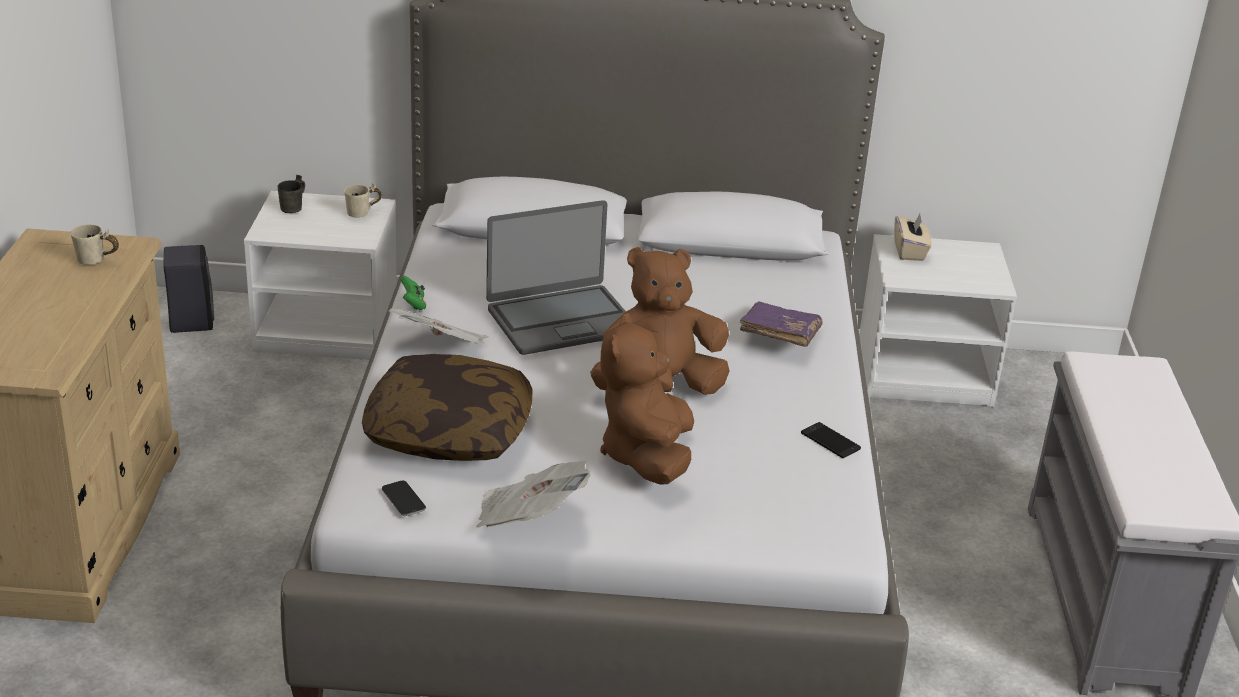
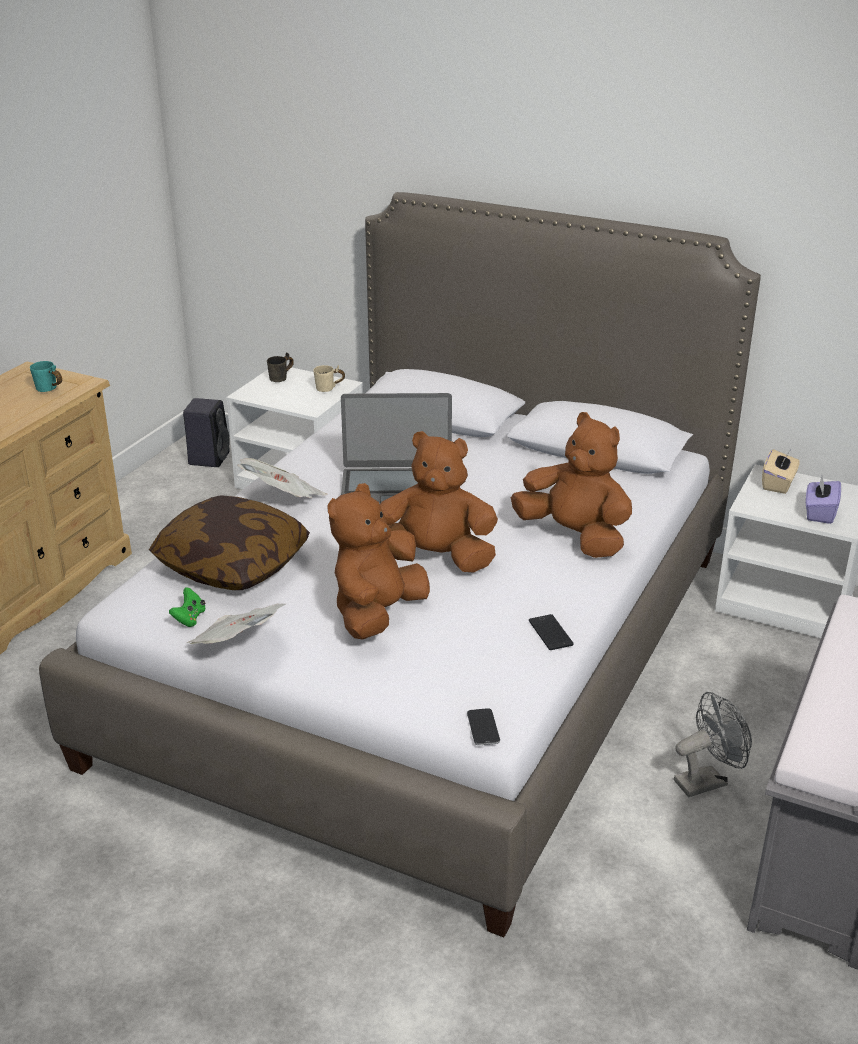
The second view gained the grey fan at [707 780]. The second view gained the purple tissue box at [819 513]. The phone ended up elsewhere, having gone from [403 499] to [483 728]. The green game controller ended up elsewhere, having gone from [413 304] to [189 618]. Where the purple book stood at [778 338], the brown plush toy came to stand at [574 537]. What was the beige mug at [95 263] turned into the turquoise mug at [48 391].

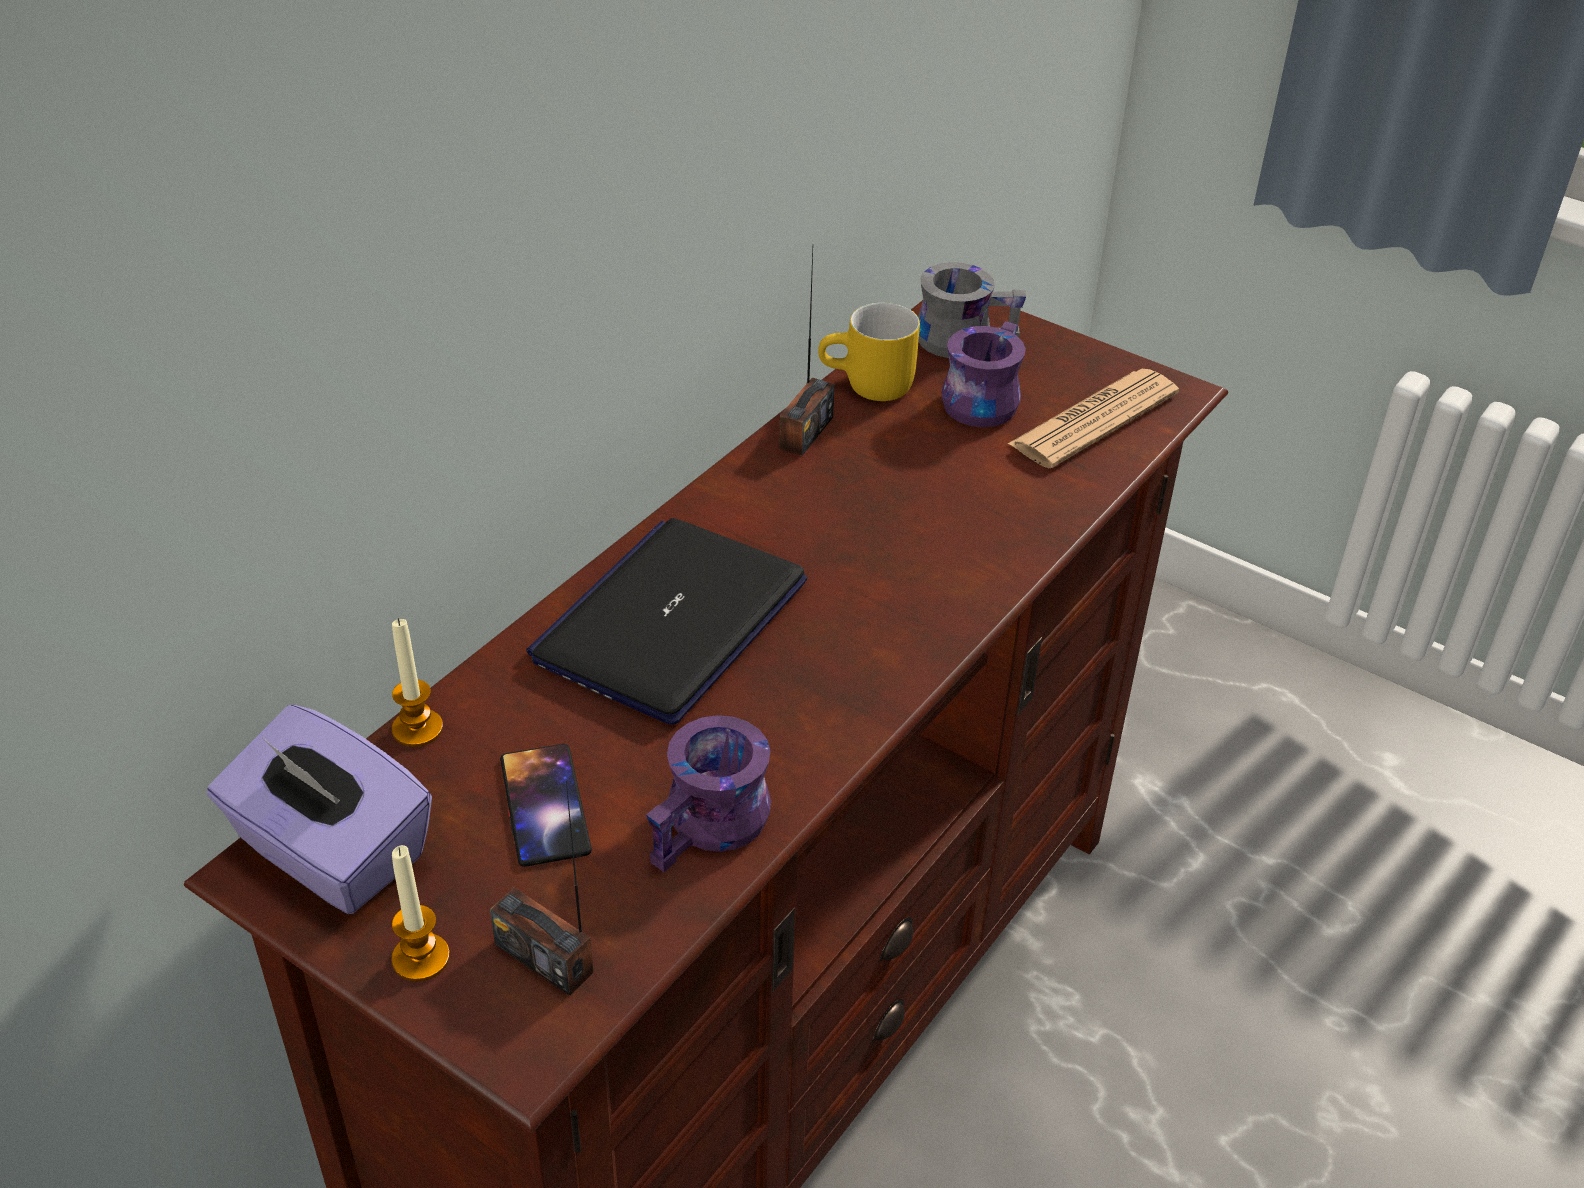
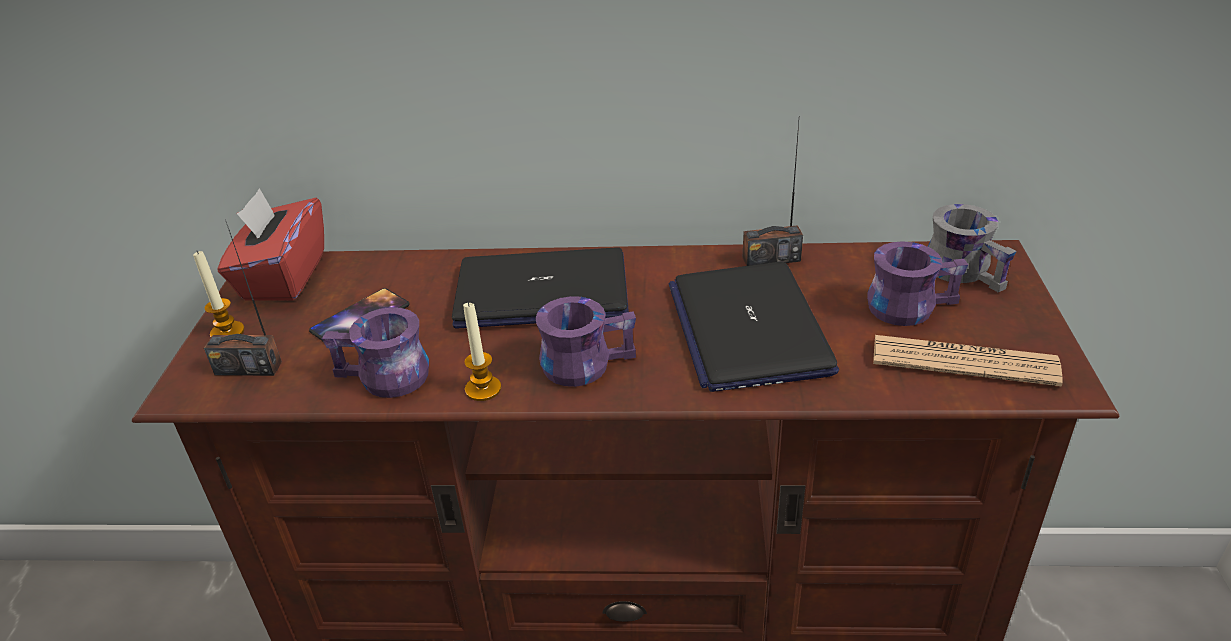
The second view lost the yellow mug at [868 387]. The second view gained the purple mug at [585 361]. The second view gained the laptop at [748 327]. The candle ended up elsewhere, having gone from [417 729] to [483 389]. What was the purple tissue box at [330 853] turned into the red tissue box at [283 276]. The radio at [544 957] ended up facing another way, 90 degrees counterclockwise from before.

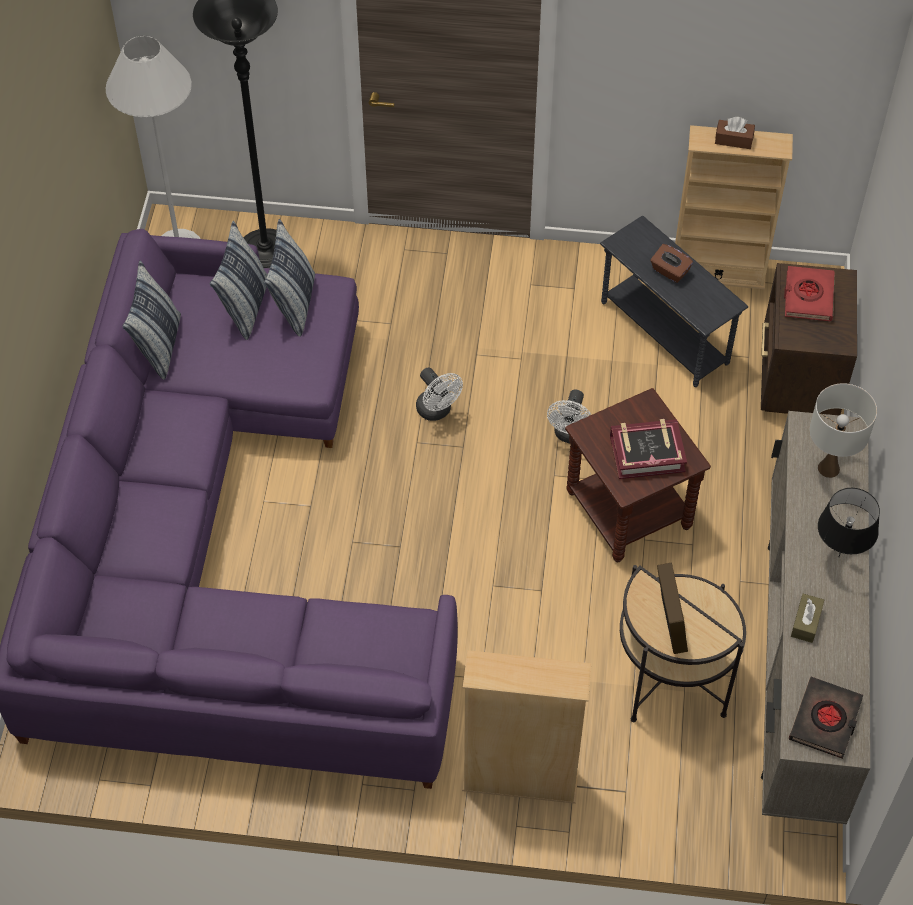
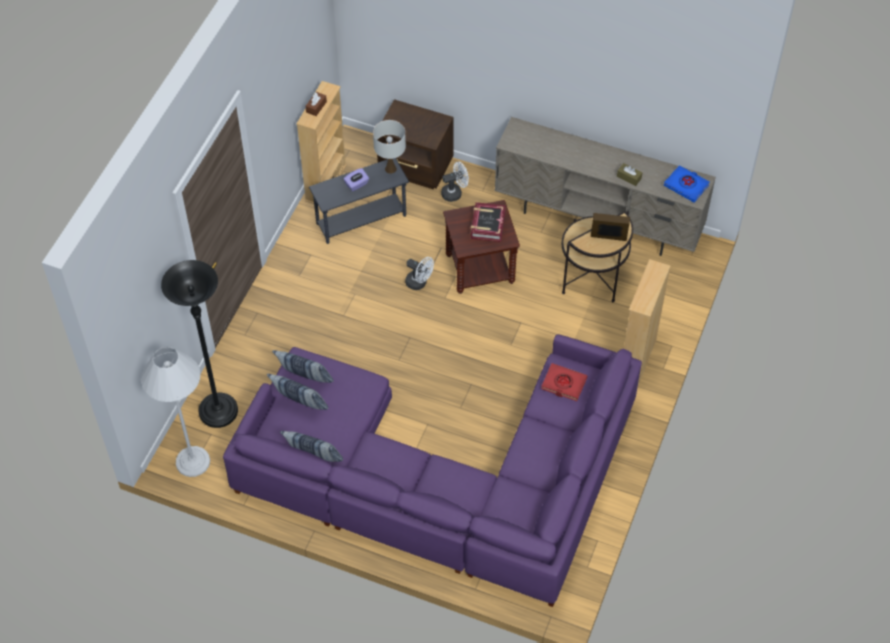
The second view lost the black table lamp at [838 556]. The white fan ended up elsewhere, having gone from [437 411] to [454 193]. The red book ended up elsewhere, having gone from [808 297] to [563 384]. The white table lamp ended up elsewhere, having gone from [829 468] to [390 168]. What was the brown tissue box at [669 271] turned into the purple tissue box at [357 184]. What was the black book at [825 720] turned into the blue book at [686 186].

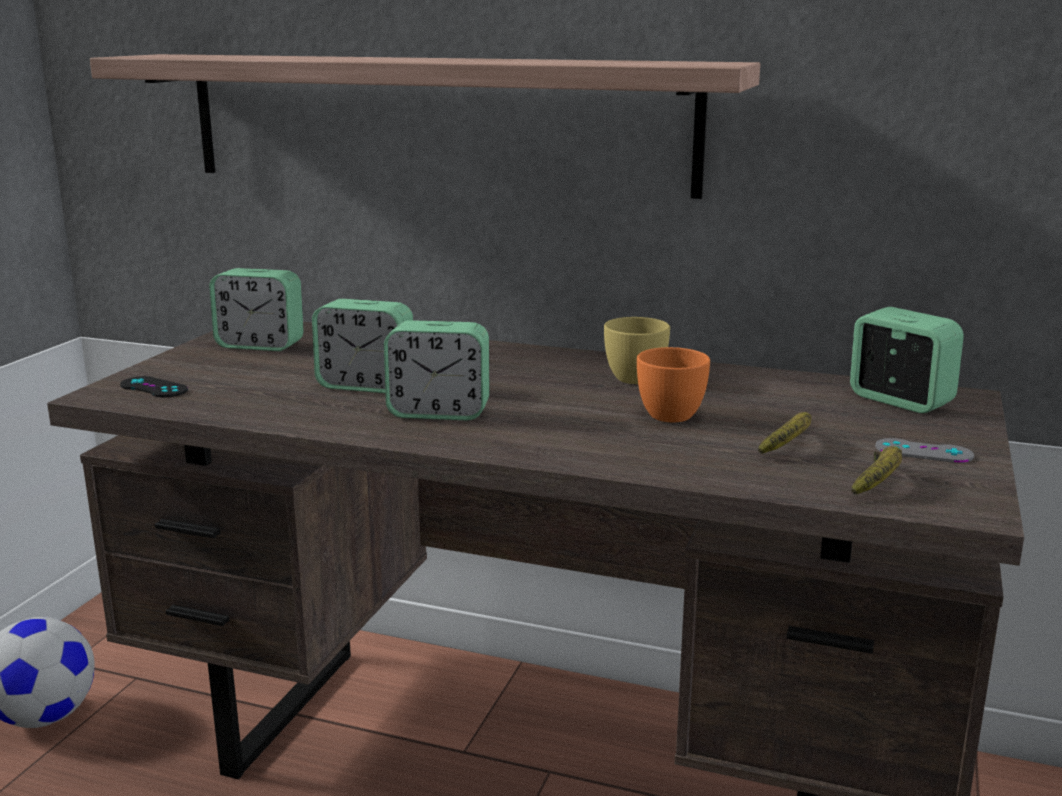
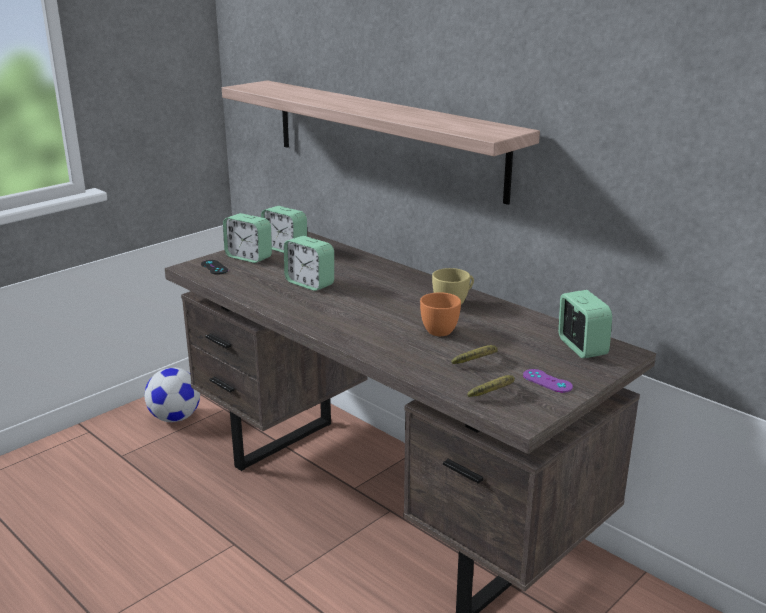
The alarm clock ended up elsewhere, having gone from [439 412] to [249 257]. What was the grey game controller at [923 451] turned into the purple game controller at [547 381].

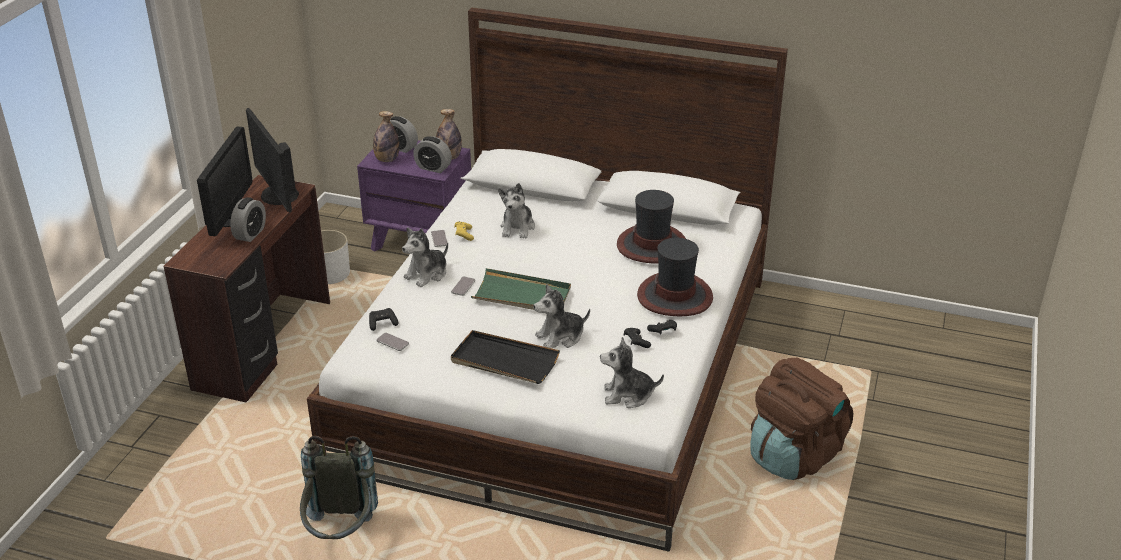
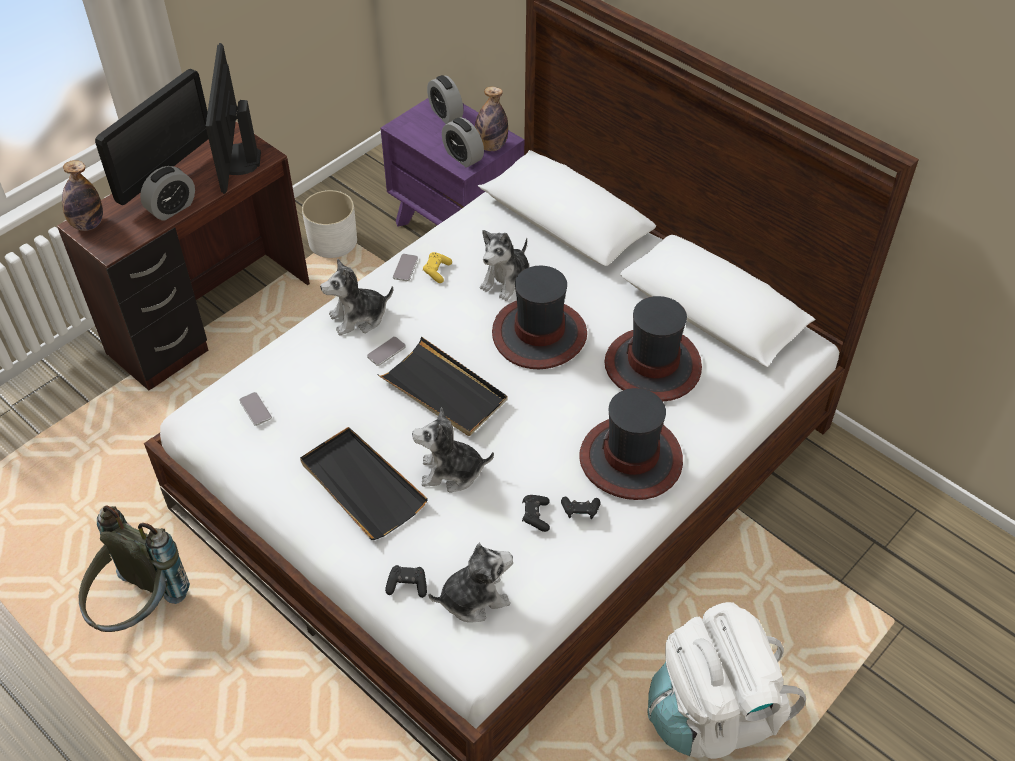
The second view gained the hat at [539 335]. The black game controller ended up elsewhere, having gone from [382 323] to [407 585]. The bottle ended up elsewhere, having gone from [387 160] to [88 224]. What was the green tray at [522 295] turned into the black tray at [444 391]. What was the brown backpack at [794 455] turned into the white backpack at [713 714]. The plush toy at [628 395] ended up facing another way, 135 degrees clockwise from before.

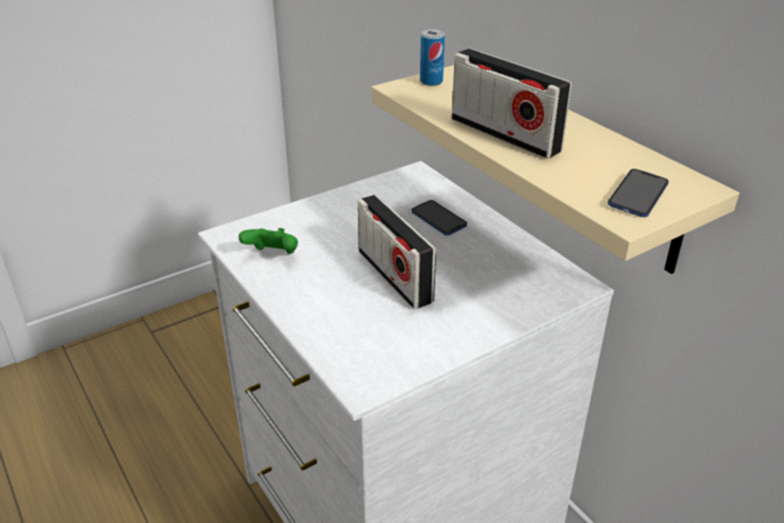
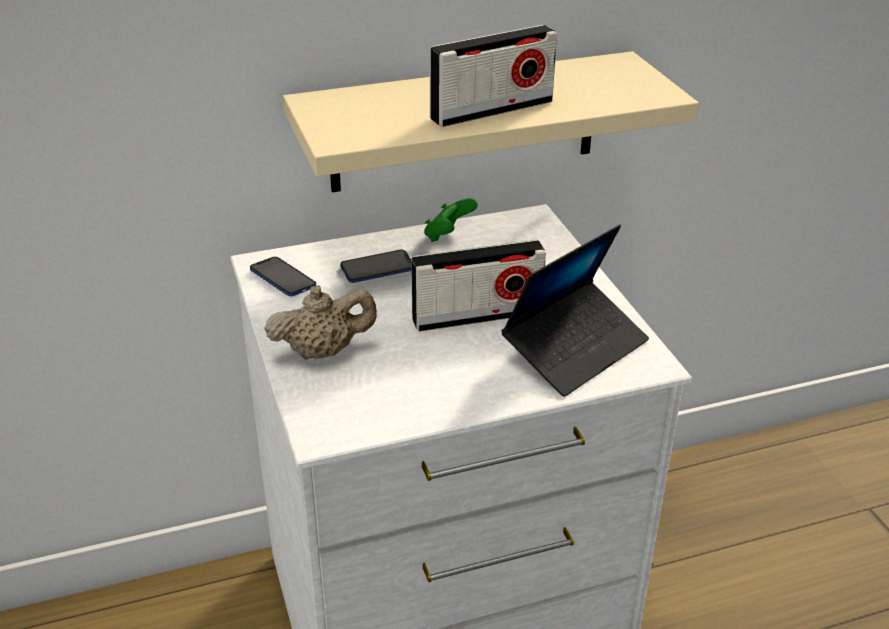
The second view lost the can at [431 81]. The second view gained the beige teapot at [323 351]. The second view gained the laptop at [575 348]. The green game controller ended up elsewhere, having gone from [273 256] to [448 236]. The phone ended up elsewhere, having gone from [638 195] to [283 278].

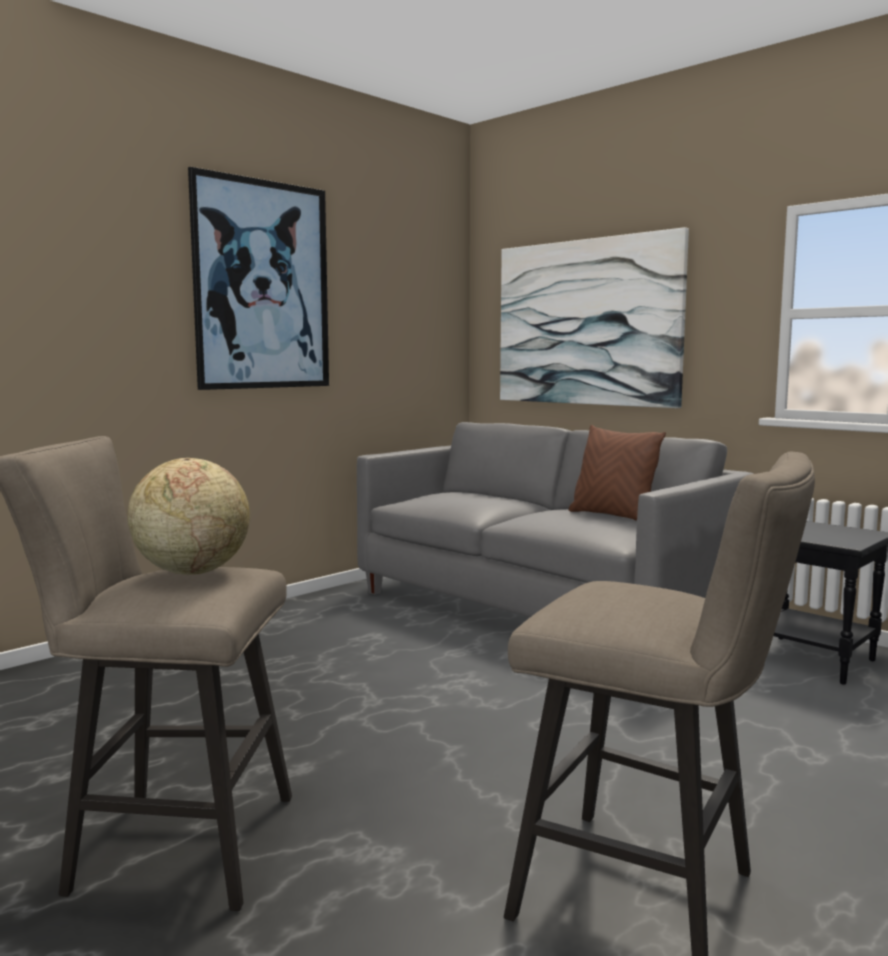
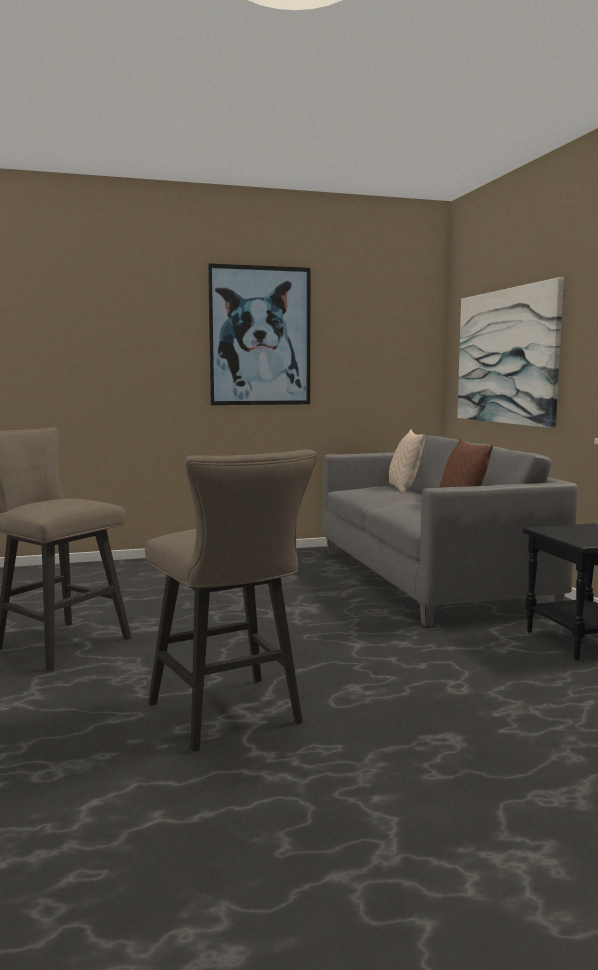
The second view lost the globe at [191 572]. The second view gained the beige pillow at [404 489].

